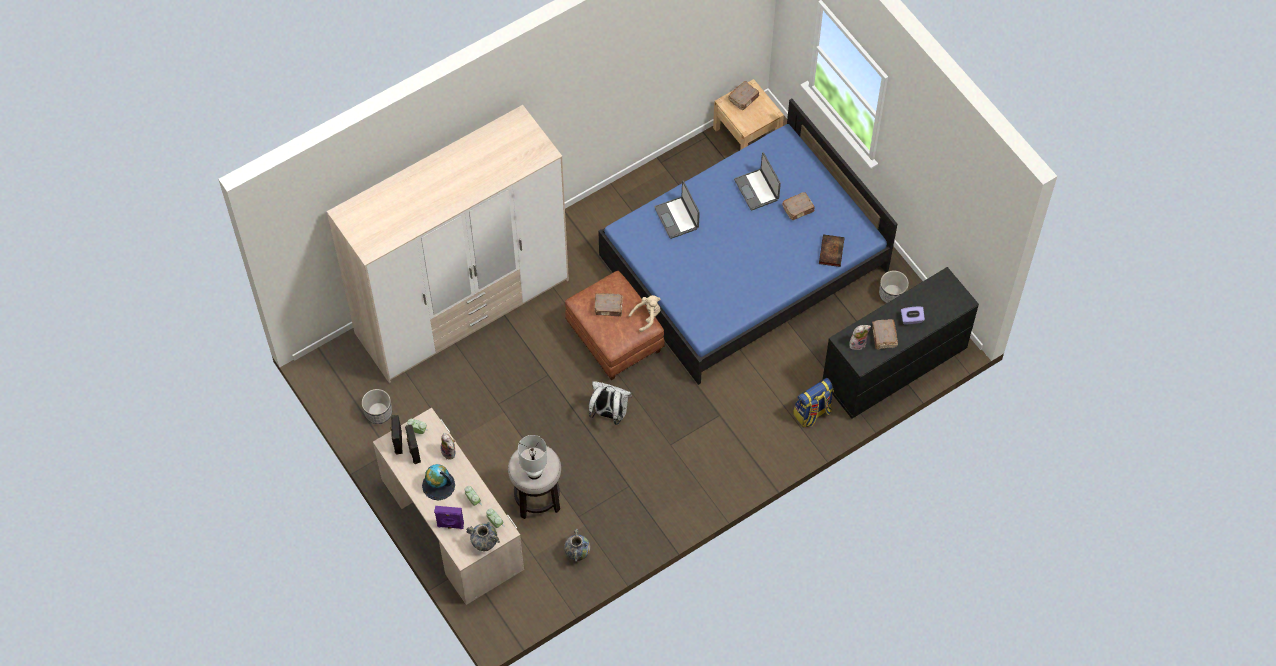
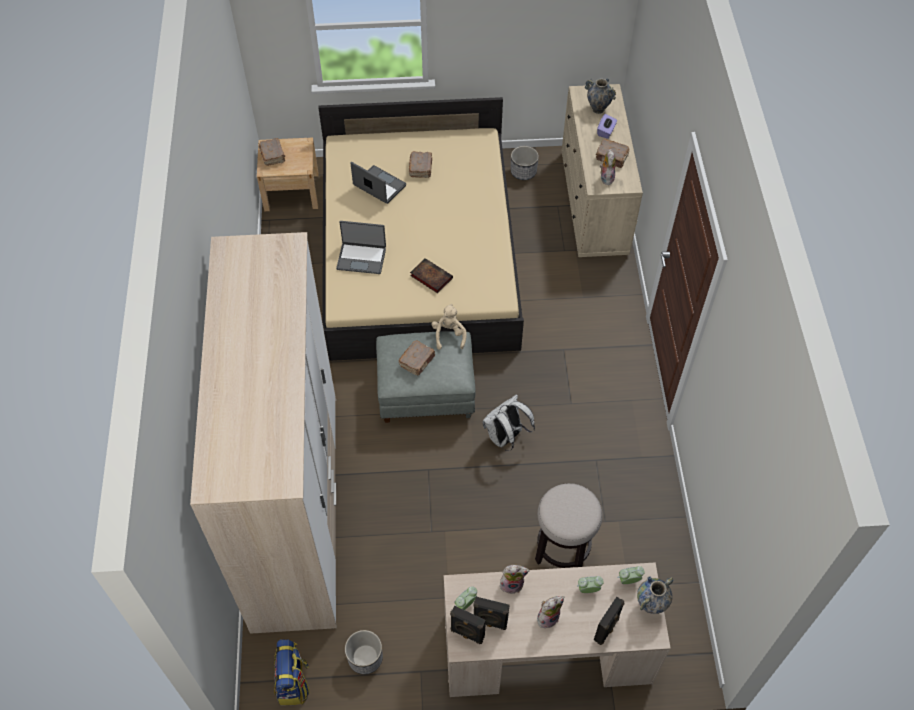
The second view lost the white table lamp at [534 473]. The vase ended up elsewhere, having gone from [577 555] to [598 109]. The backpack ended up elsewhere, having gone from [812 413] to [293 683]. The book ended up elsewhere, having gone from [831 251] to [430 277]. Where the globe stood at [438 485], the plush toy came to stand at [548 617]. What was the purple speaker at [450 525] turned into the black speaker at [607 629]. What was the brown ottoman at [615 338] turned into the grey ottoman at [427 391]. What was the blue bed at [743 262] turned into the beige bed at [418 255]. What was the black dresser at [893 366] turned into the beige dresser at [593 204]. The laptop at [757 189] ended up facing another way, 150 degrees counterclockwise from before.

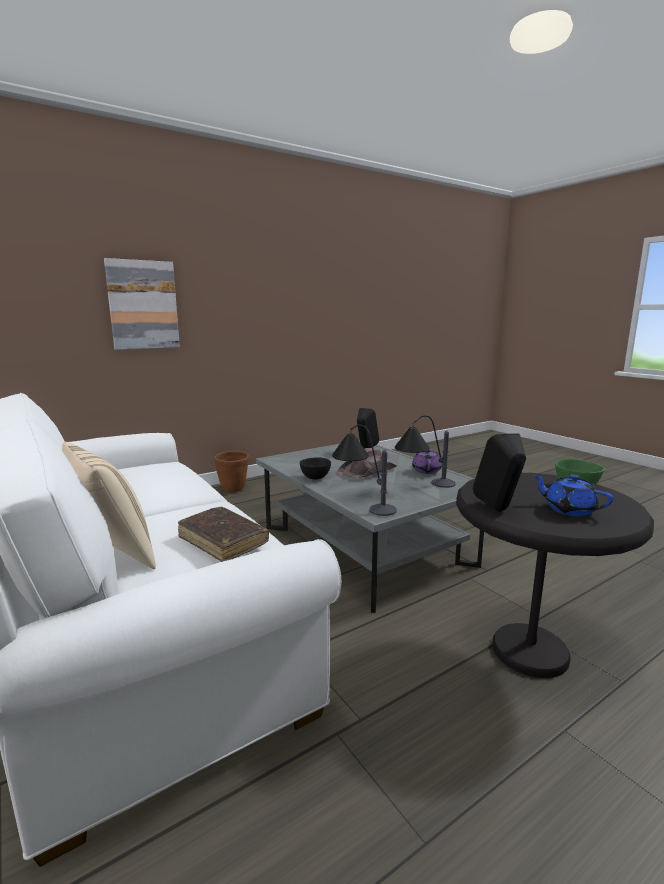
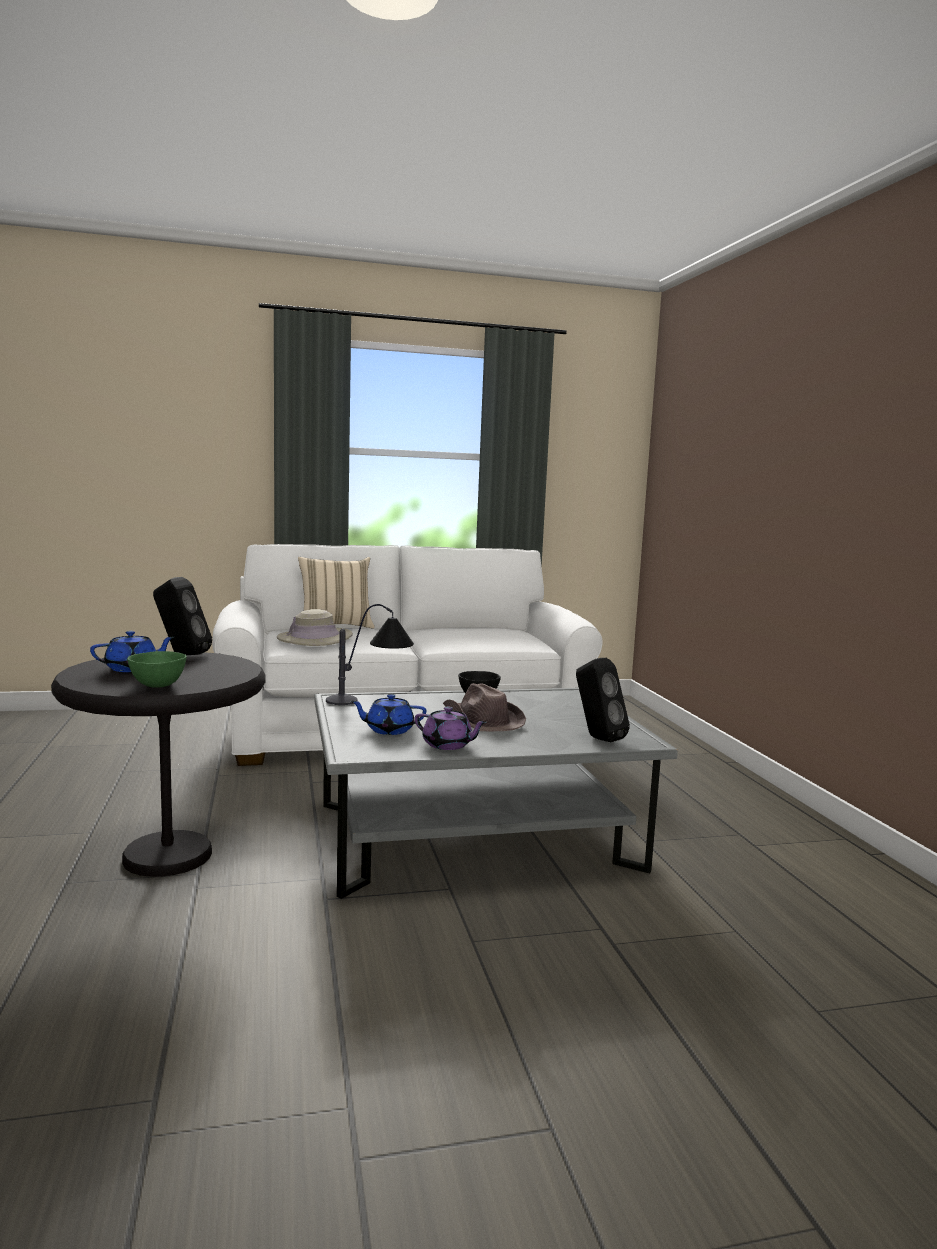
The second view lost the picture at [143 305]. The second view lost the brown planter at [233 489]. Where the brown book stood at [223 541], the beige hat came to stand at [315 639]. Where the table lamp stood at [422 486], the blue teapot came to stand at [388 730].

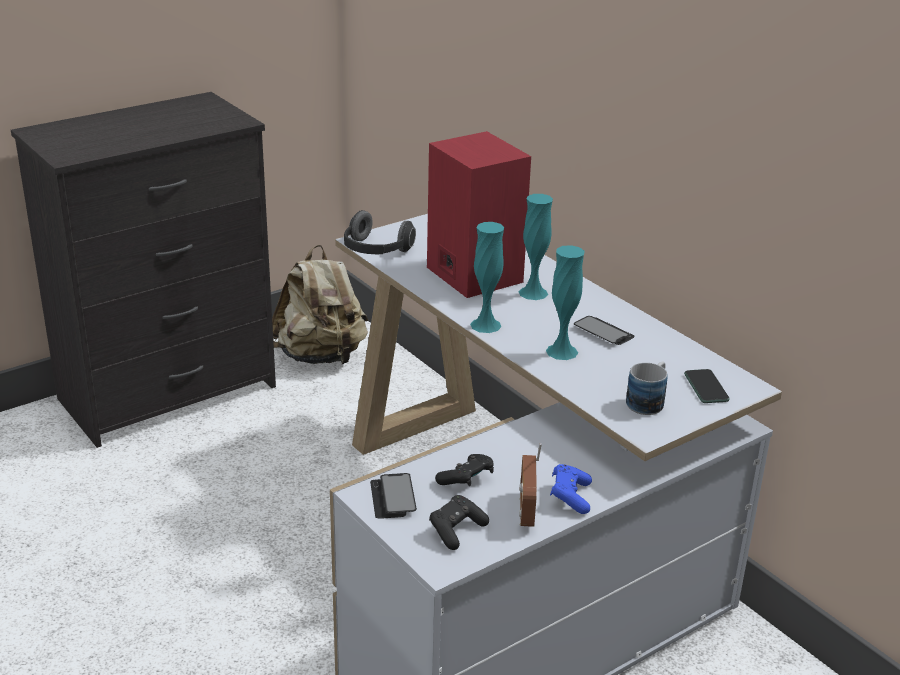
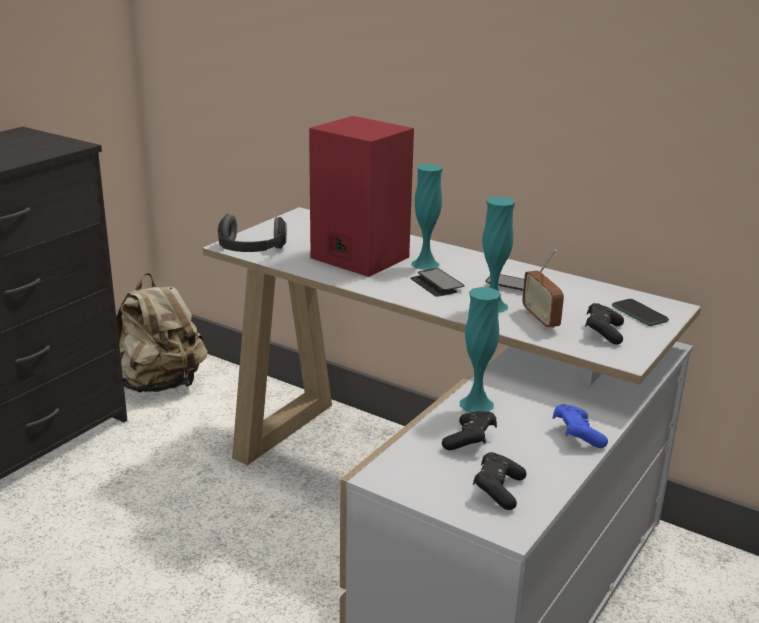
The phone ended up elsewhere, having gone from [393 497] to [436 284]. The turquoise vase ended up elsewhere, having gone from [485 325] to [476 404]. The radio ended up elsewhere, having gone from [527 511] to [540 320]. Where the mug stood at [648 401], the black game controller came to stand at [603 333].

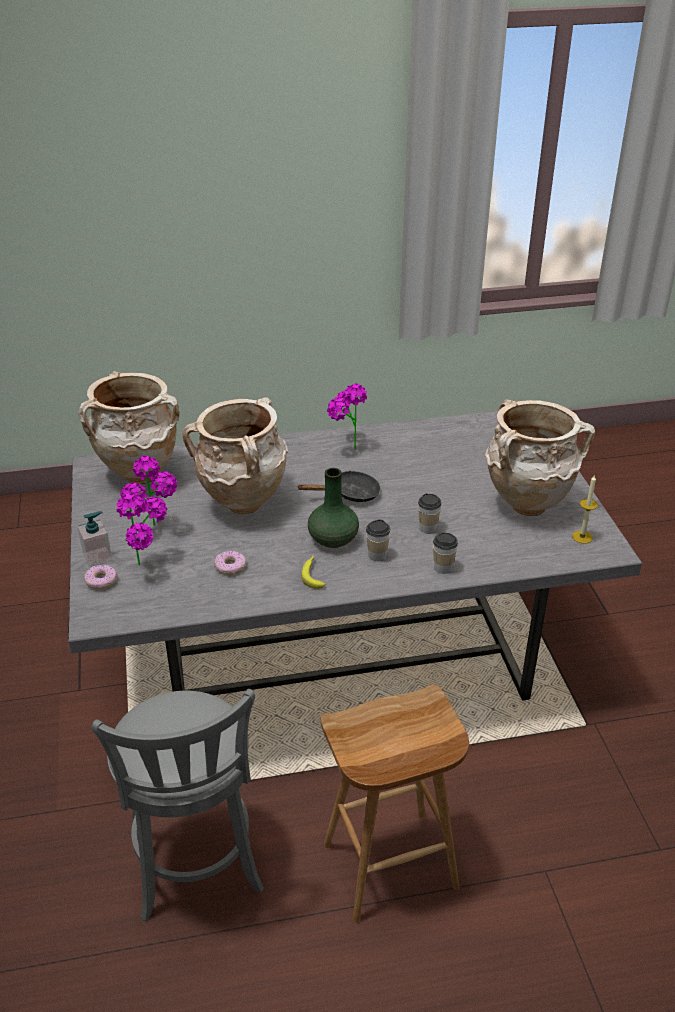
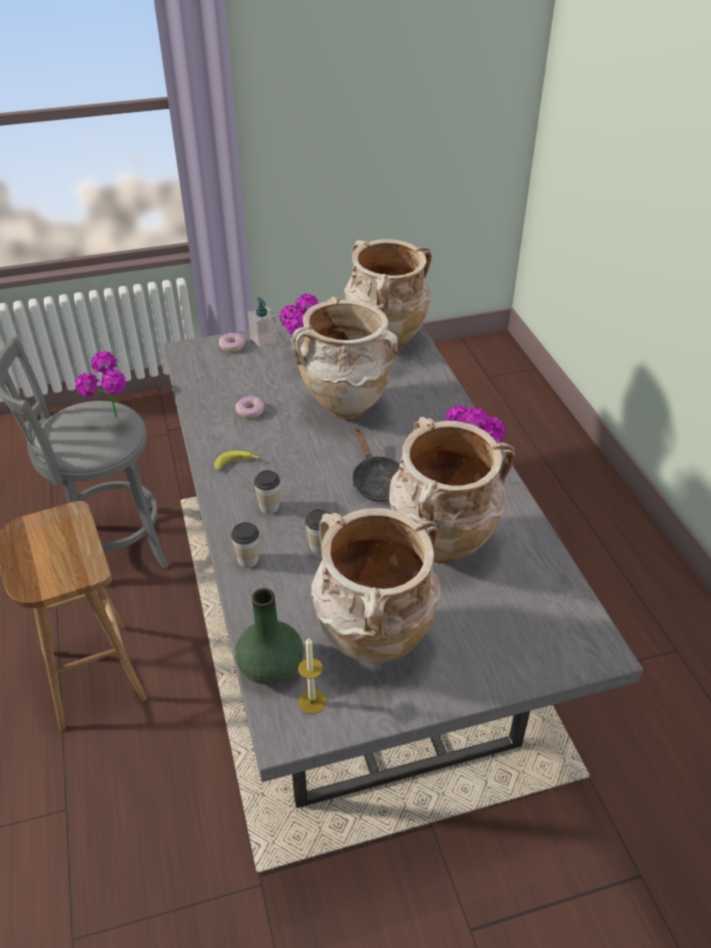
The second view gained the beige vase at [441 545]. The potted plant ended up elsewhere, having gone from [149 566] to [113 423]. The green vase ended up elsewhere, having gone from [333 539] to [270 667].

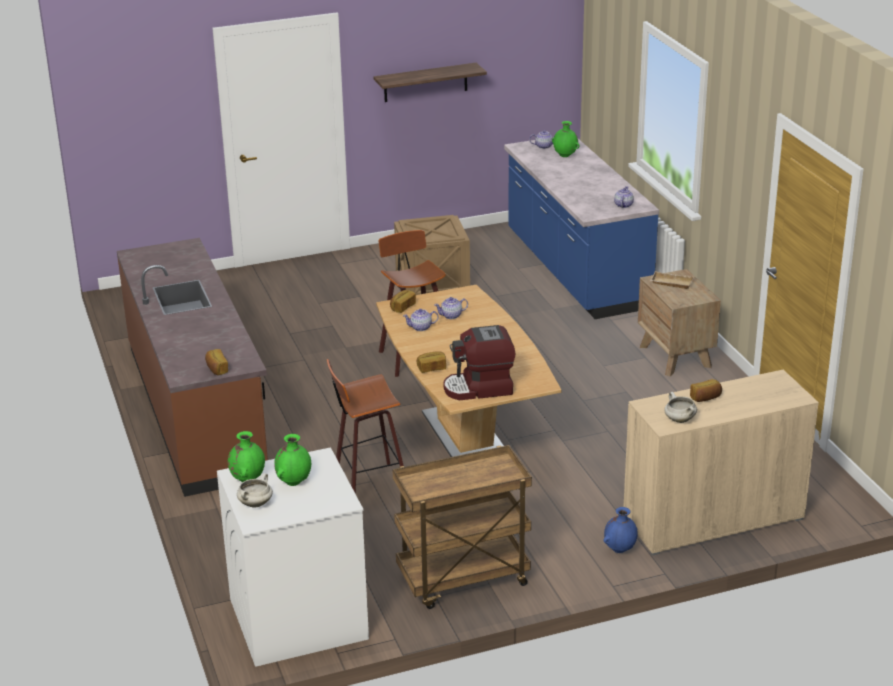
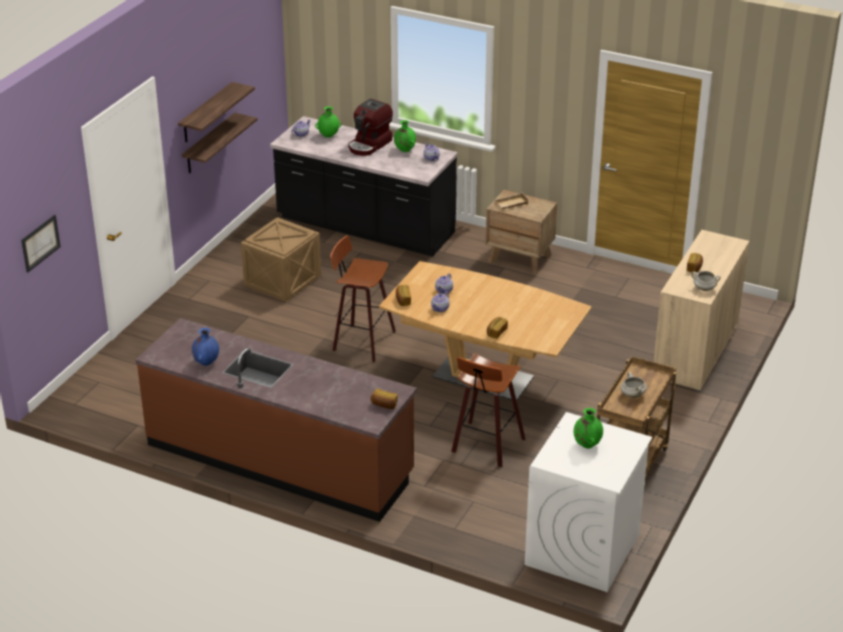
The second view gained the picture at [40 243]. The second view gained the shelf at [209 144]. The green vase ended up elsewhere, having gone from [248 479] to [404 150]. The white cooking pot ended up elsewhere, having gone from [255 503] to [632 395]. The coffee machine ended up elsewhere, having gone from [479 388] to [370 145]. The blue vase ended up elsewhere, having gone from [620 549] to [206 362]. What was the blue counter at [575 271] turned into the black counter at [365 227].

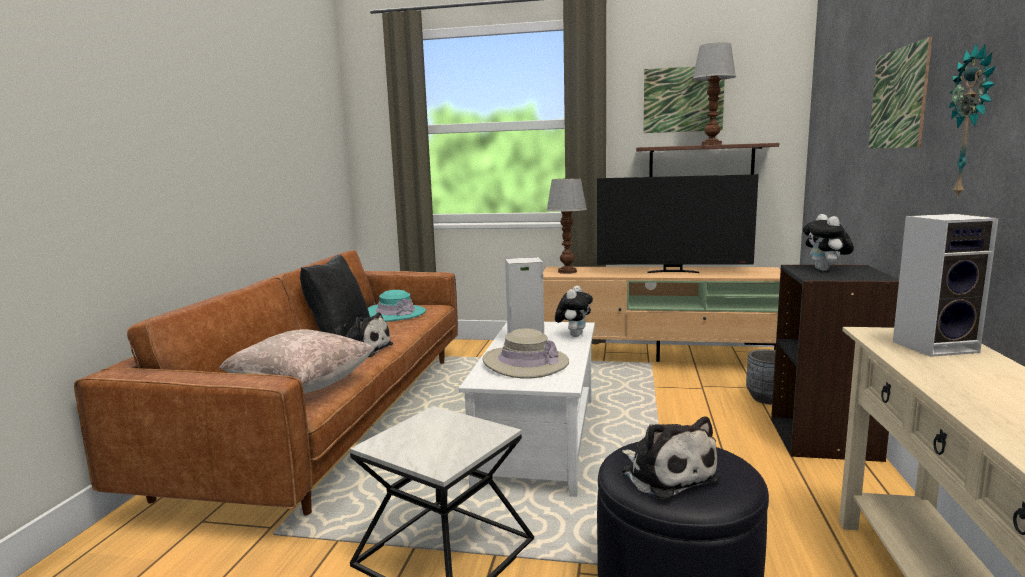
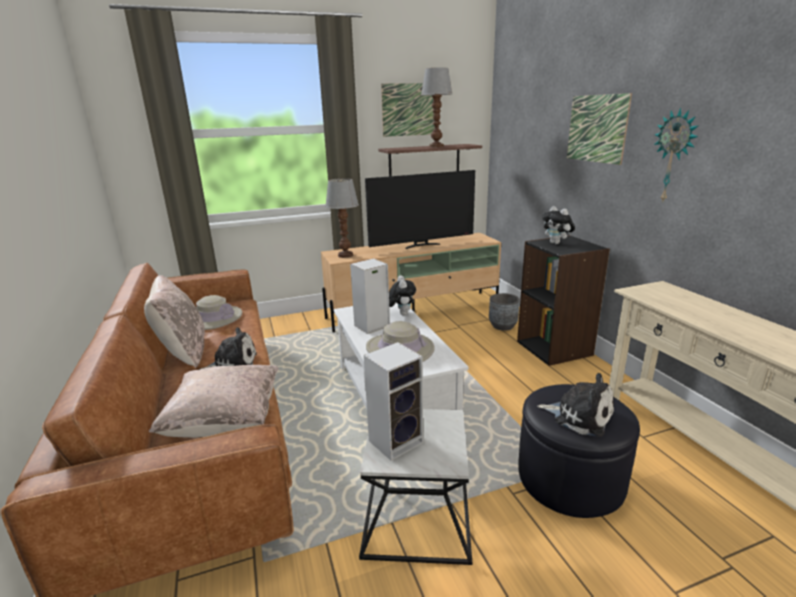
The speaker ended up elsewhere, having gone from [936 346] to [396 440]. What was the black pillow at [339 334] turned into the beige pillow at [183 352]. What was the turquoise hat at [395 313] turned into the beige hat at [213 317].

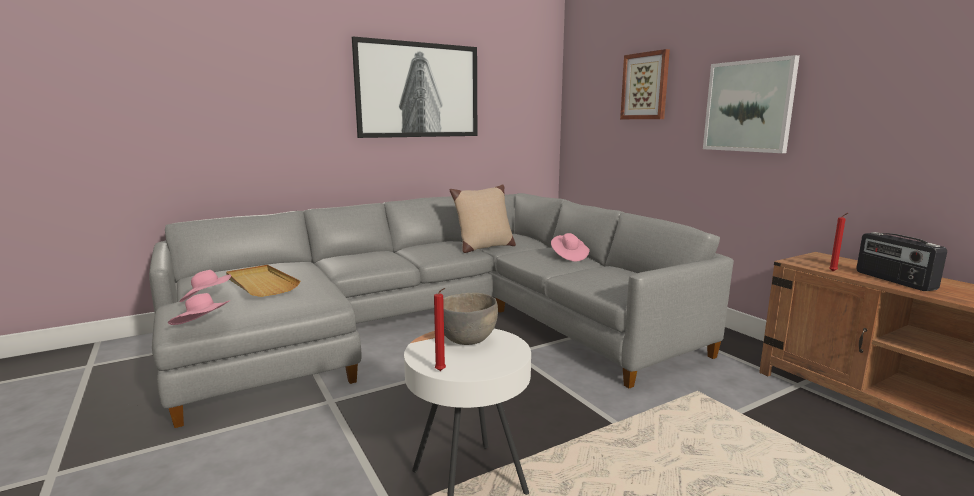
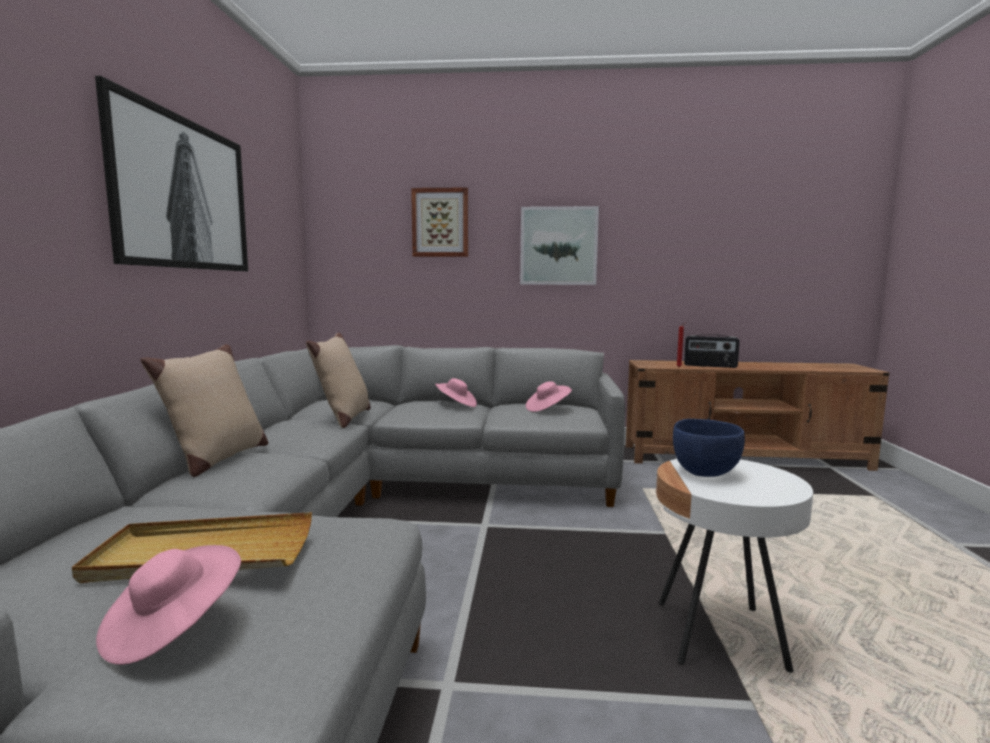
The second view lost the red candle at [441 371]. The second view gained the beige pillow at [217 459]. The pink hat ended up elsewhere, having gone from [203 326] to [547 409]. What was the grey bowl at [468 340] turned into the blue bowl at [705 472].

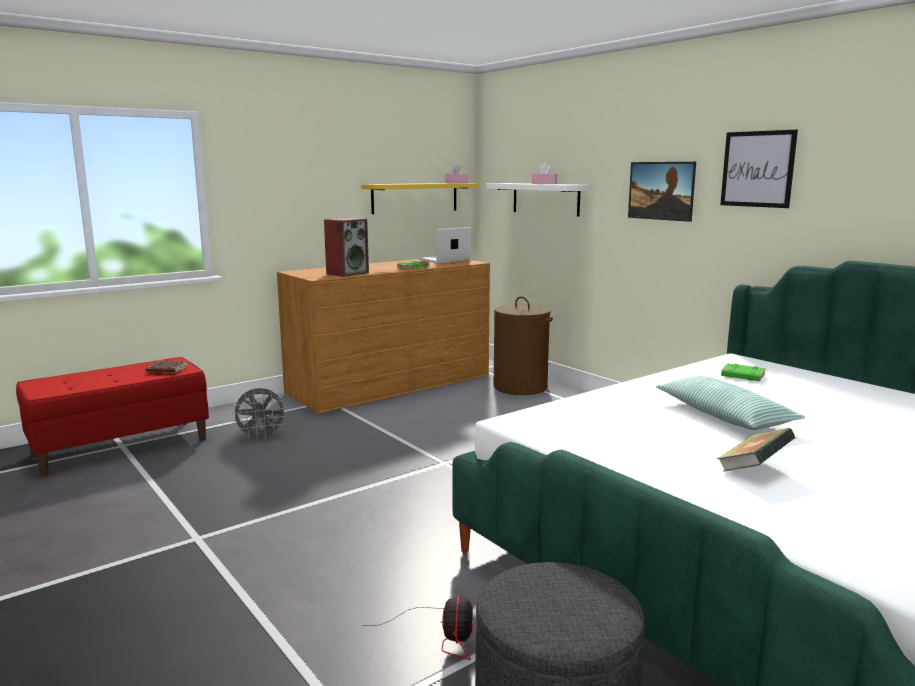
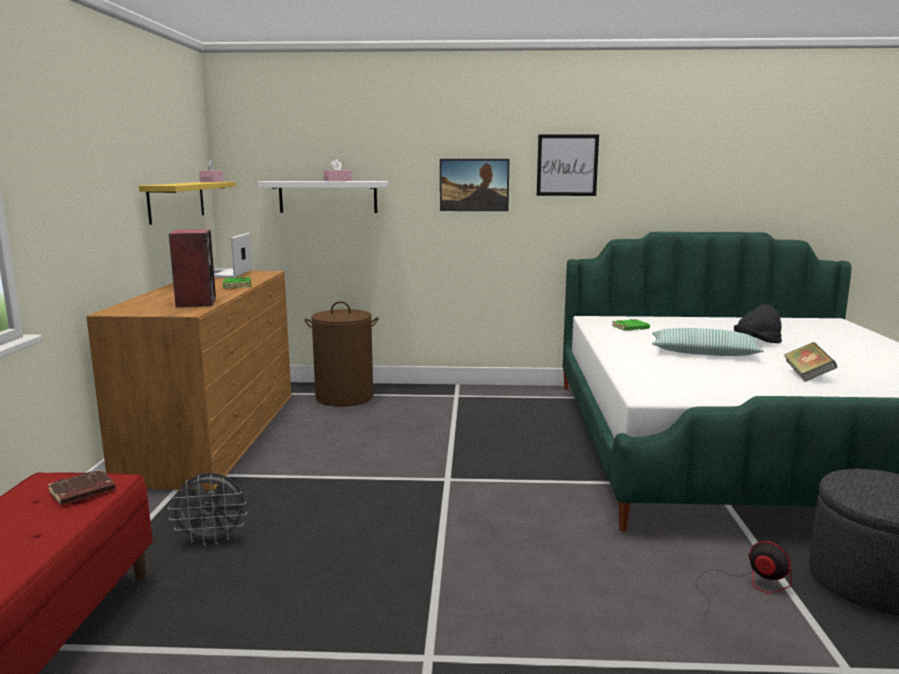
The second view gained the black hat at [757 342]. The grey fan at [261 437] ended up facing another way, 60 degrees clockwise from before.

